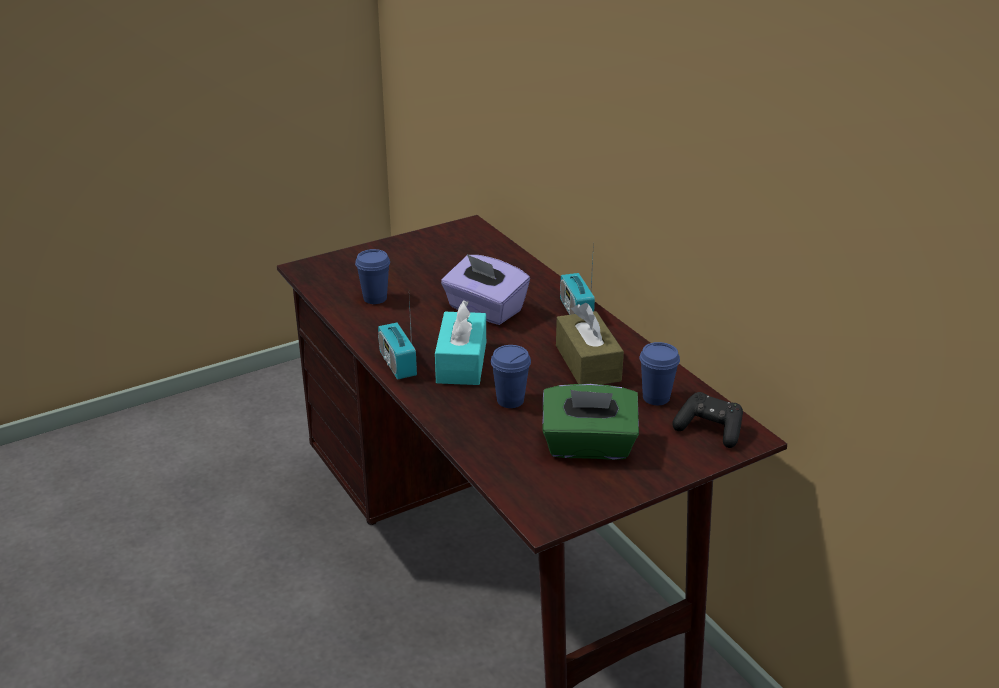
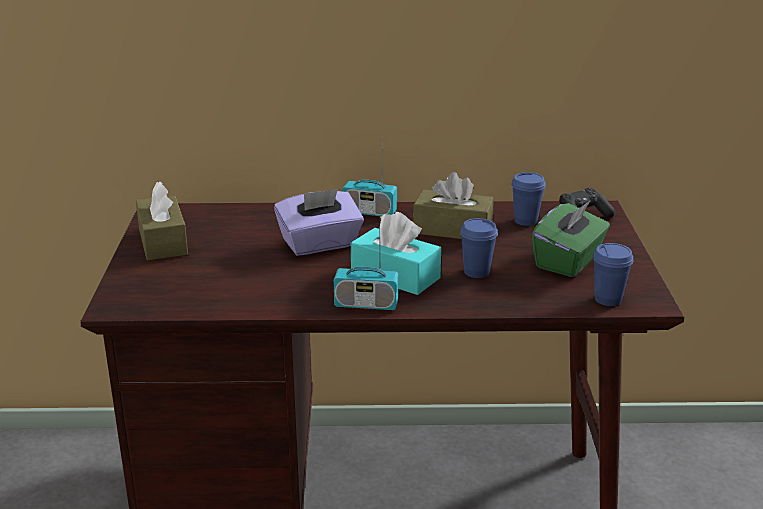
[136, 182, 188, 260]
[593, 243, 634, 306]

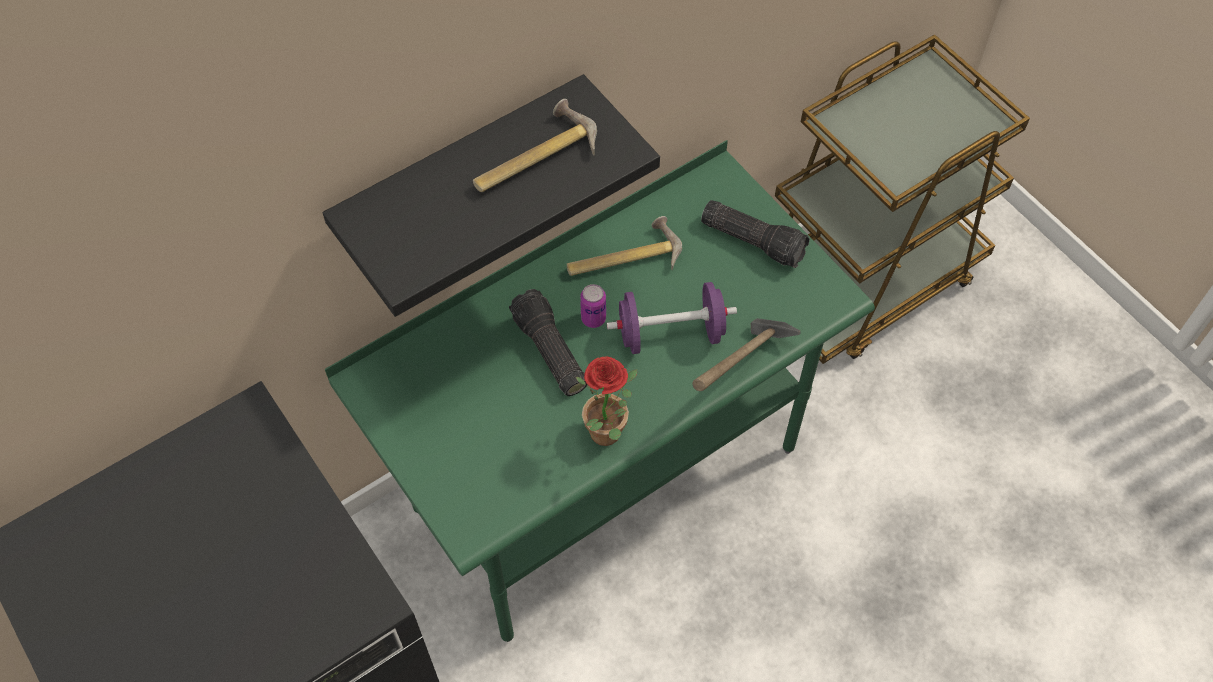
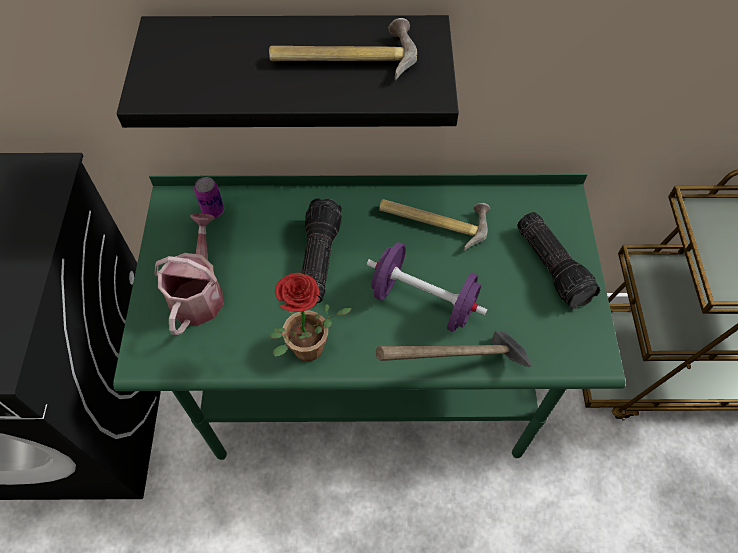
[155, 214, 223, 335]
[194, 177, 224, 218]

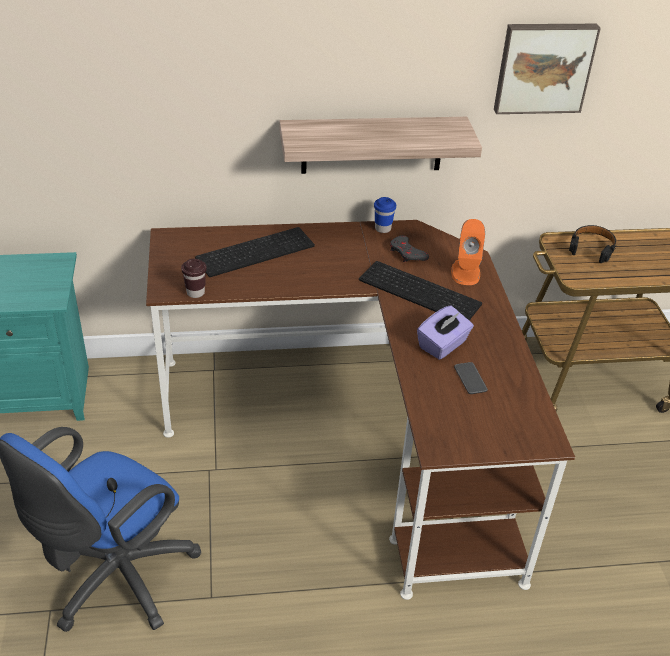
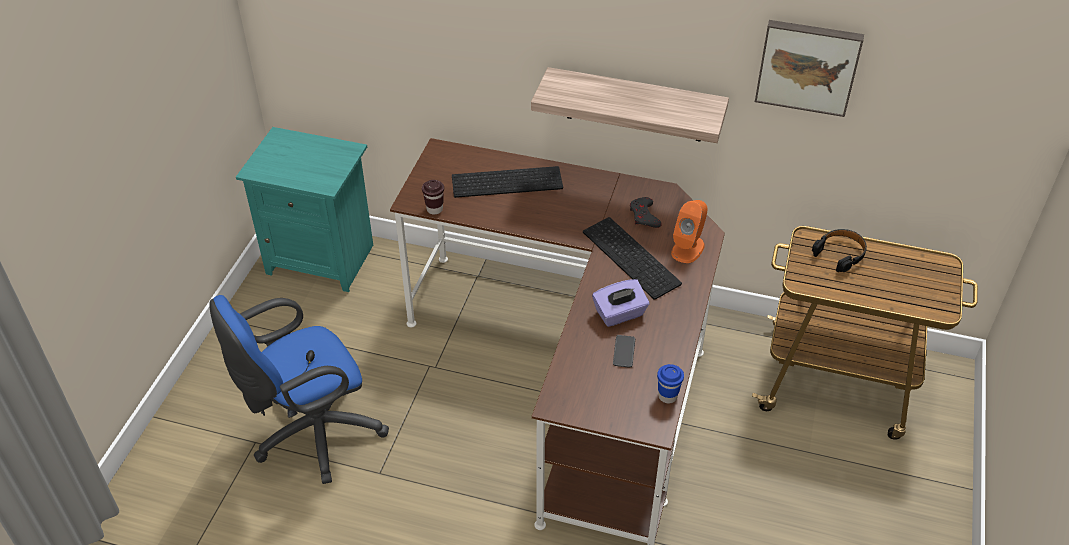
[657, 364, 684, 404]

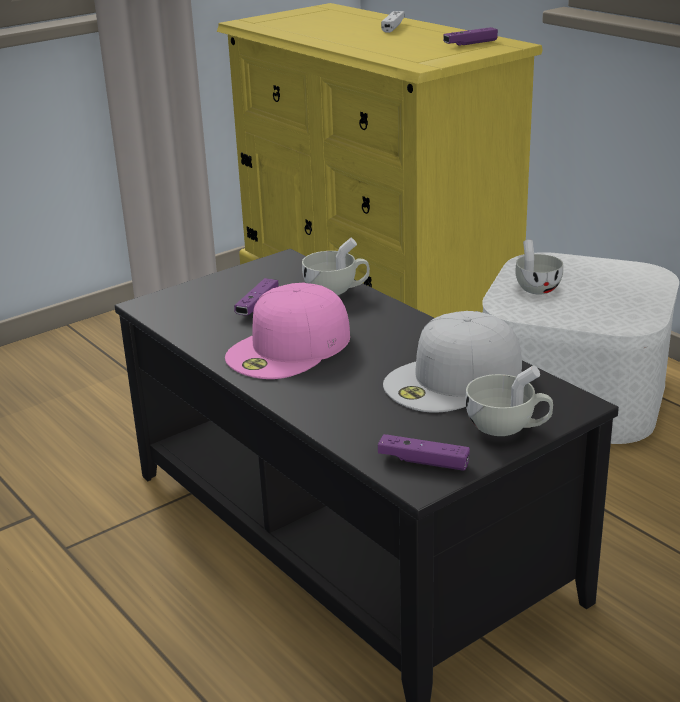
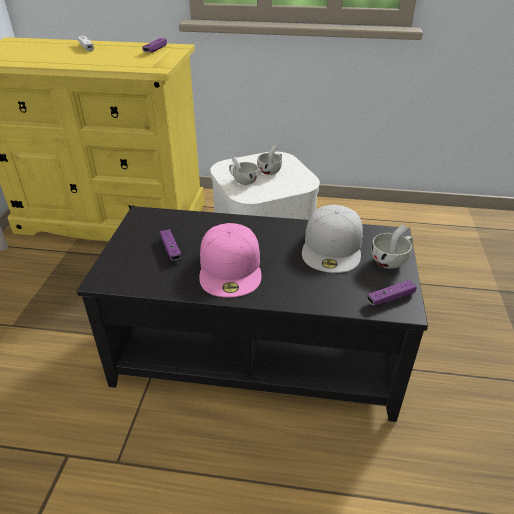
[257, 145, 282, 175]

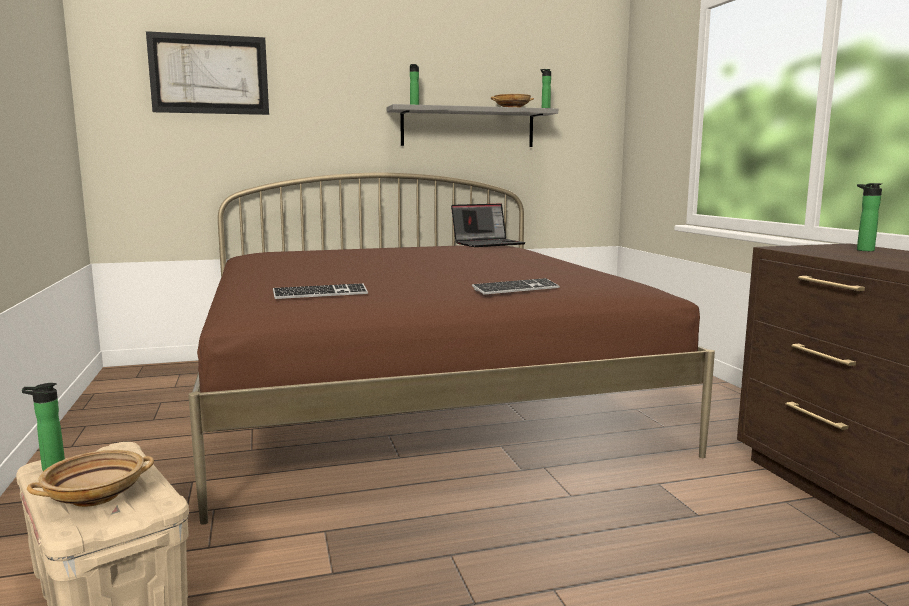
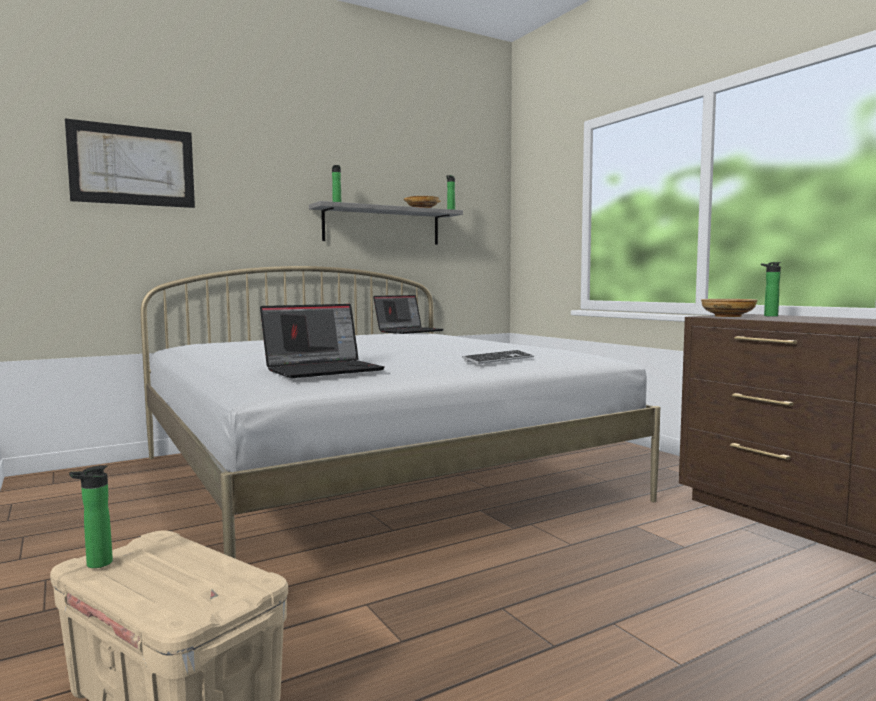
[701, 299, 758, 317]
[260, 304, 385, 378]
[140, 266, 660, 559]

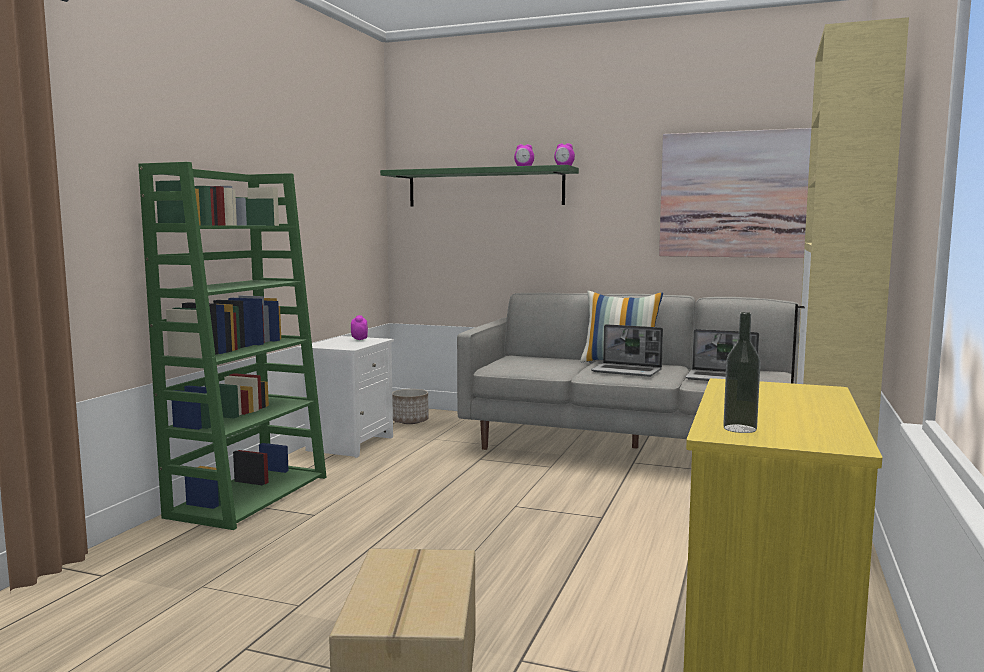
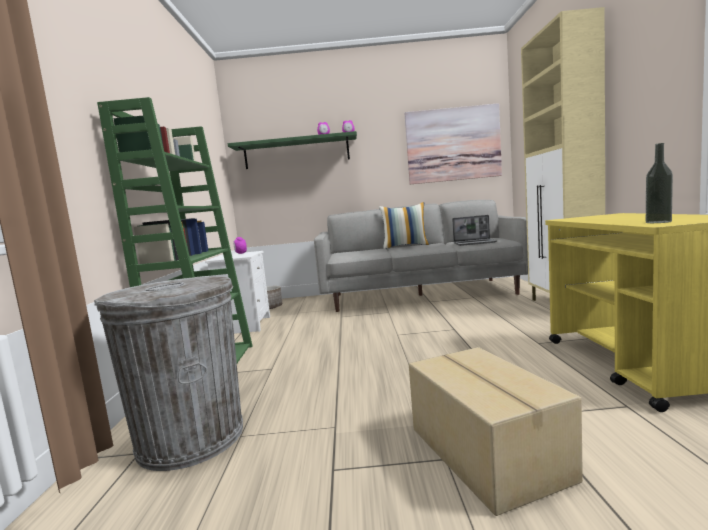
[591, 324, 663, 377] (first image)
[94, 276, 243, 471]

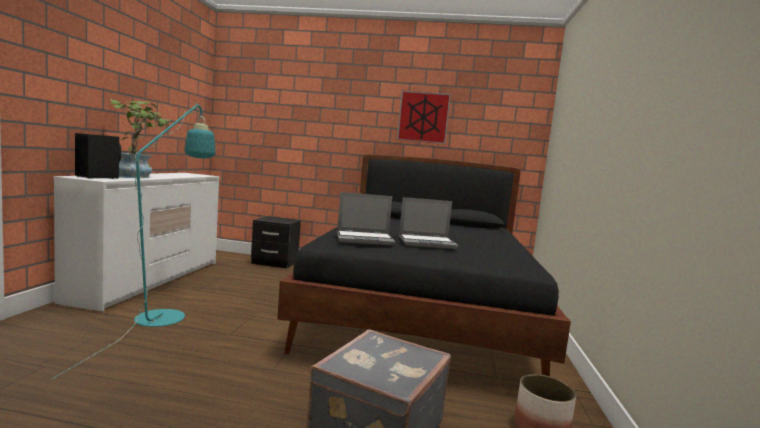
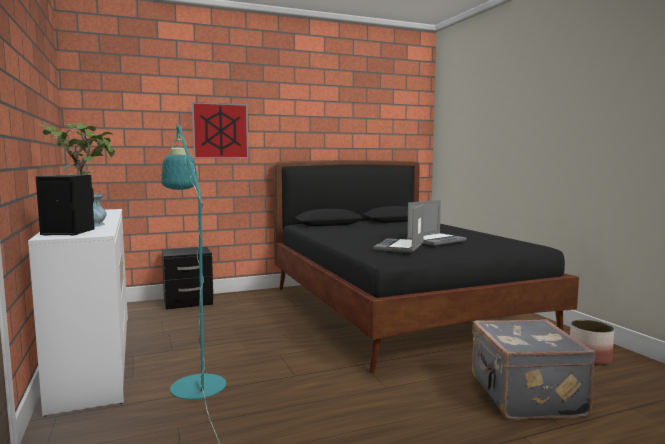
[192, 102, 249, 158]
[373, 204, 424, 253]

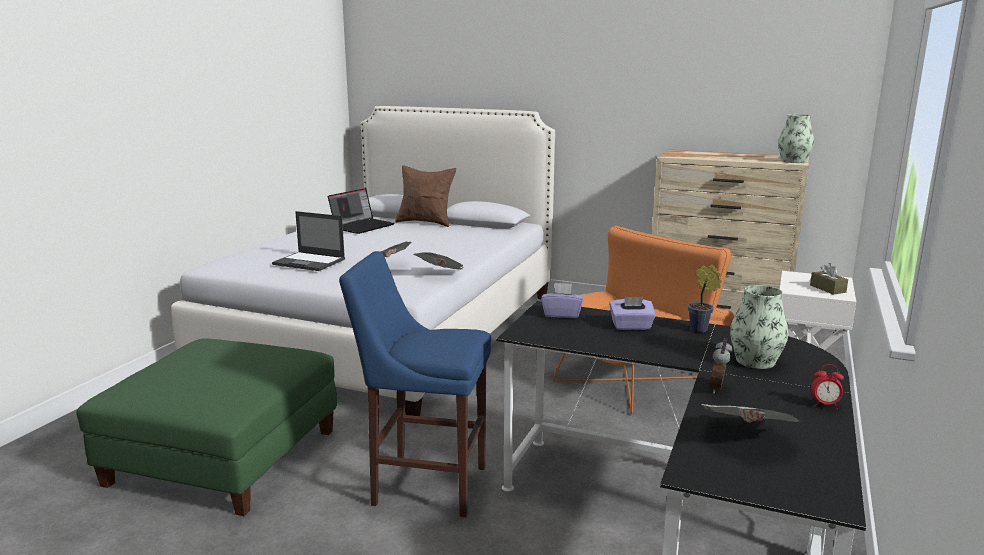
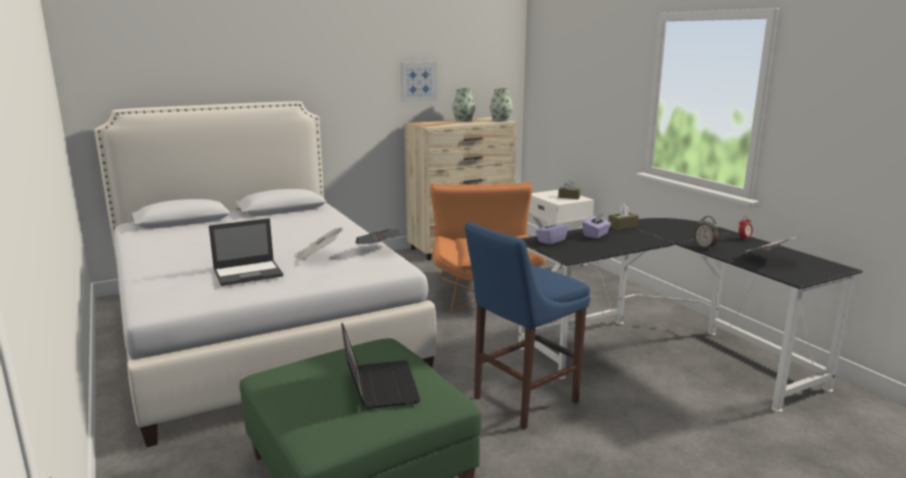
[395, 165, 456, 227] (first image)
[401, 62, 437, 102]
[341, 322, 421, 409]
[452, 88, 475, 122]
[608, 204, 639, 230]

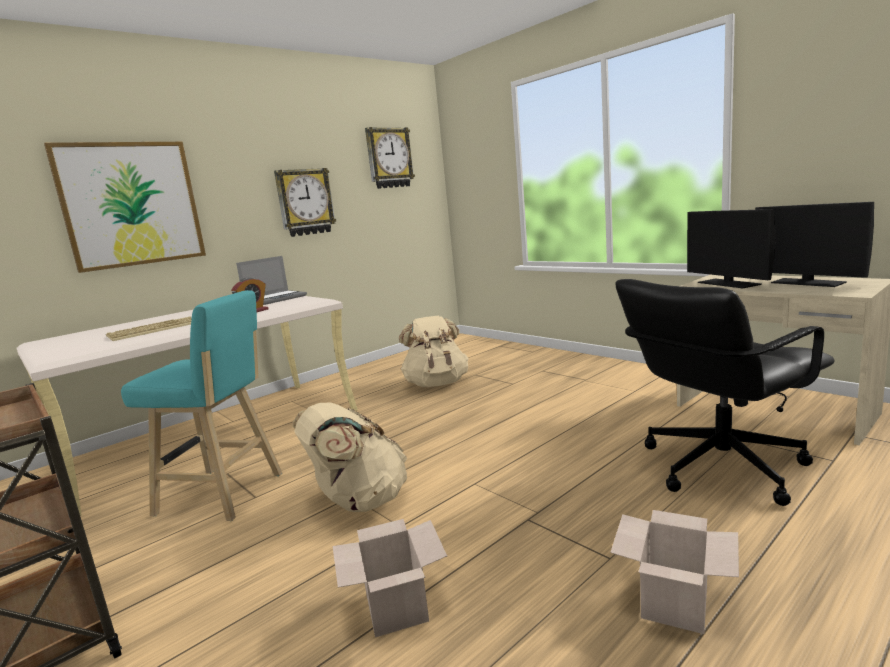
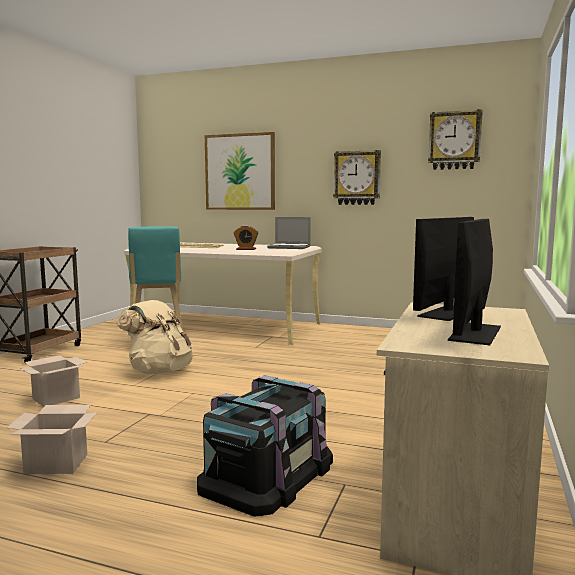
[399, 316, 469, 387] (first image)
[197, 375, 333, 516]

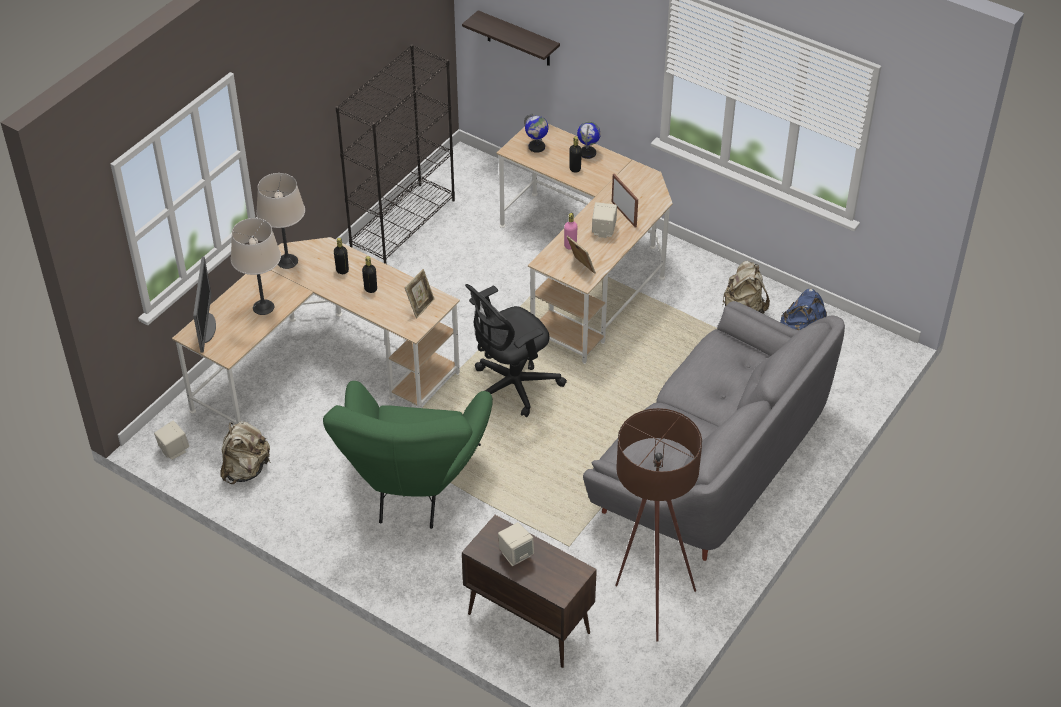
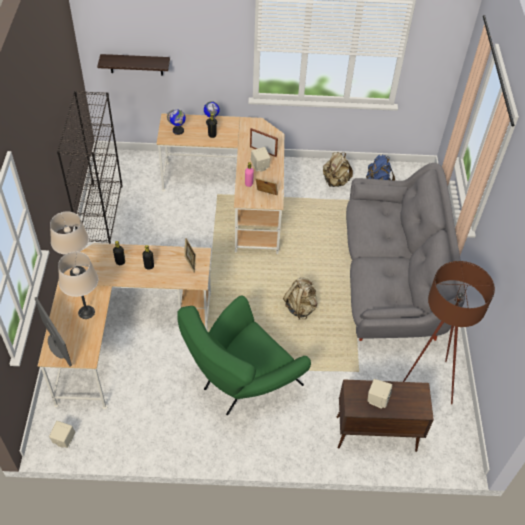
[465, 284, 567, 417] (first image)
[283, 277, 318, 319]
[177, 295, 311, 415]

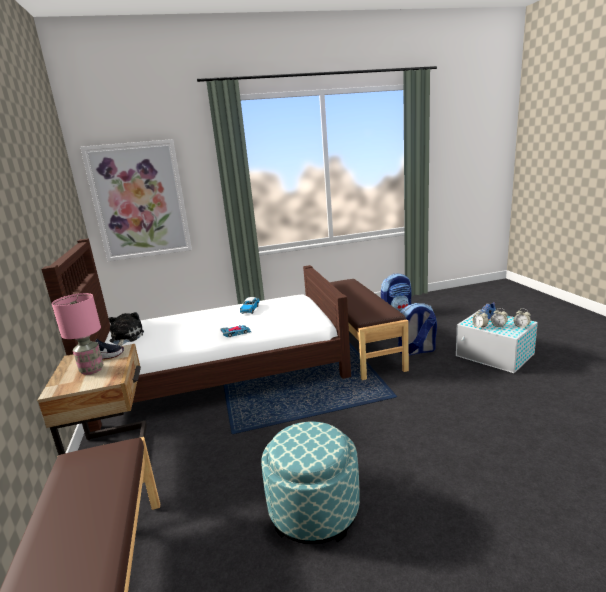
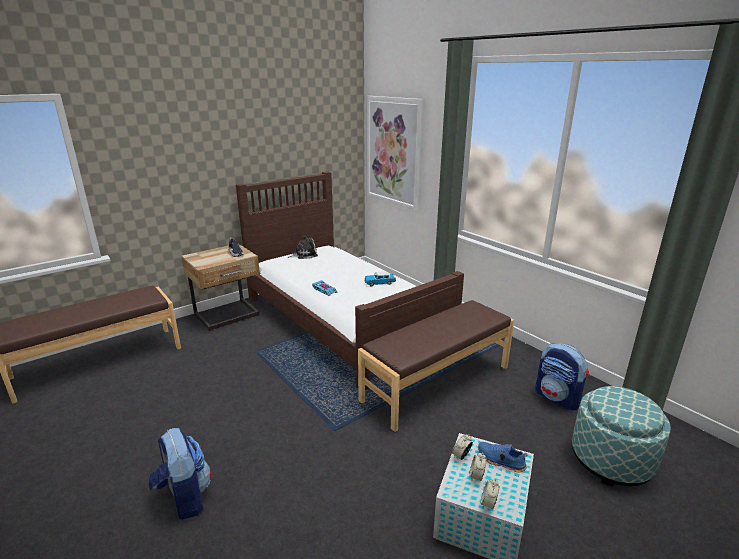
[52, 293, 103, 375] (first image)
[572, 386, 671, 487]
[148, 428, 211, 520]

